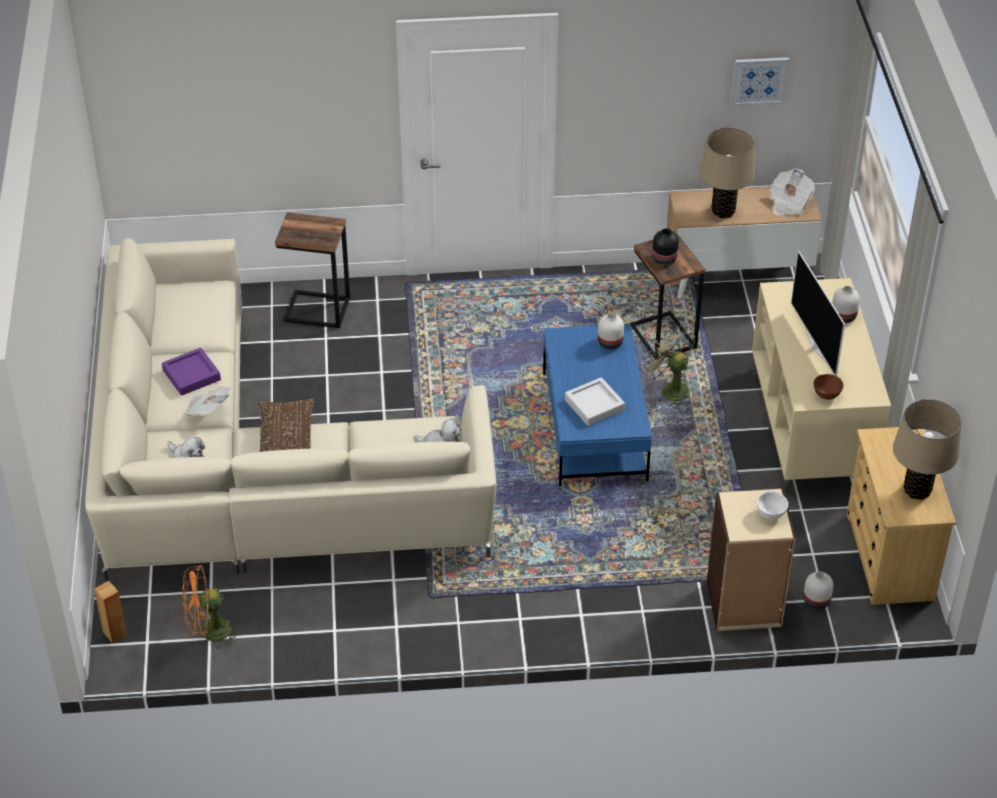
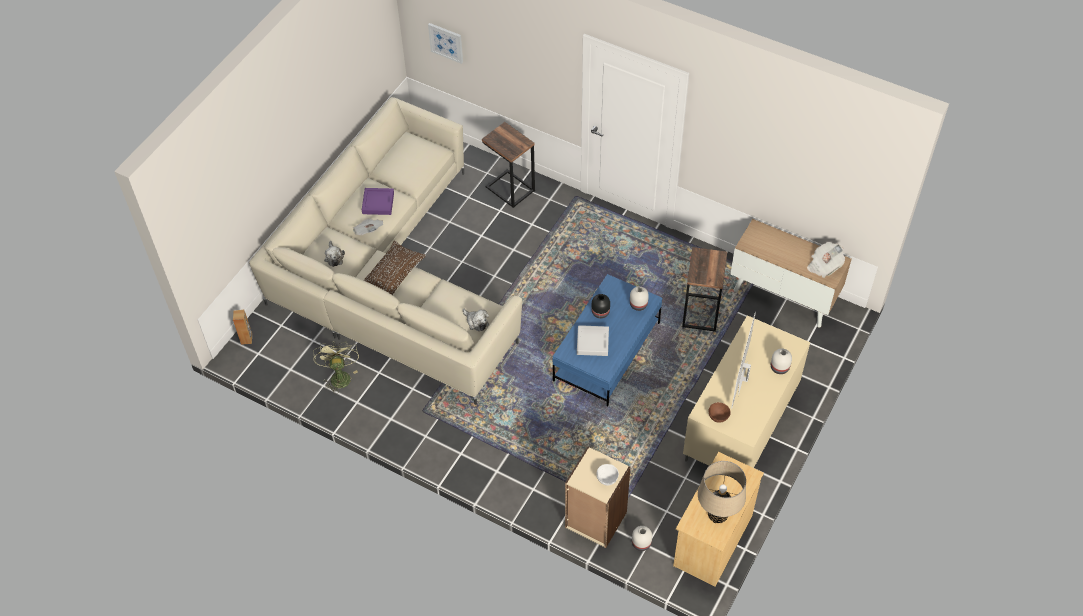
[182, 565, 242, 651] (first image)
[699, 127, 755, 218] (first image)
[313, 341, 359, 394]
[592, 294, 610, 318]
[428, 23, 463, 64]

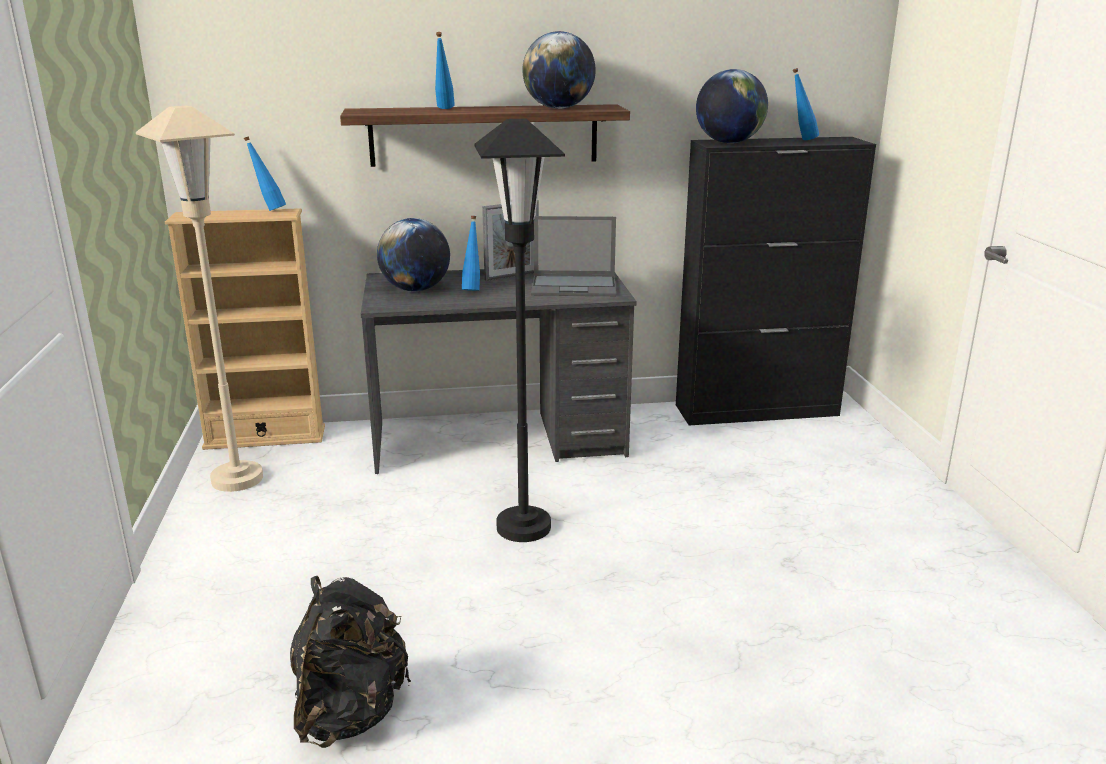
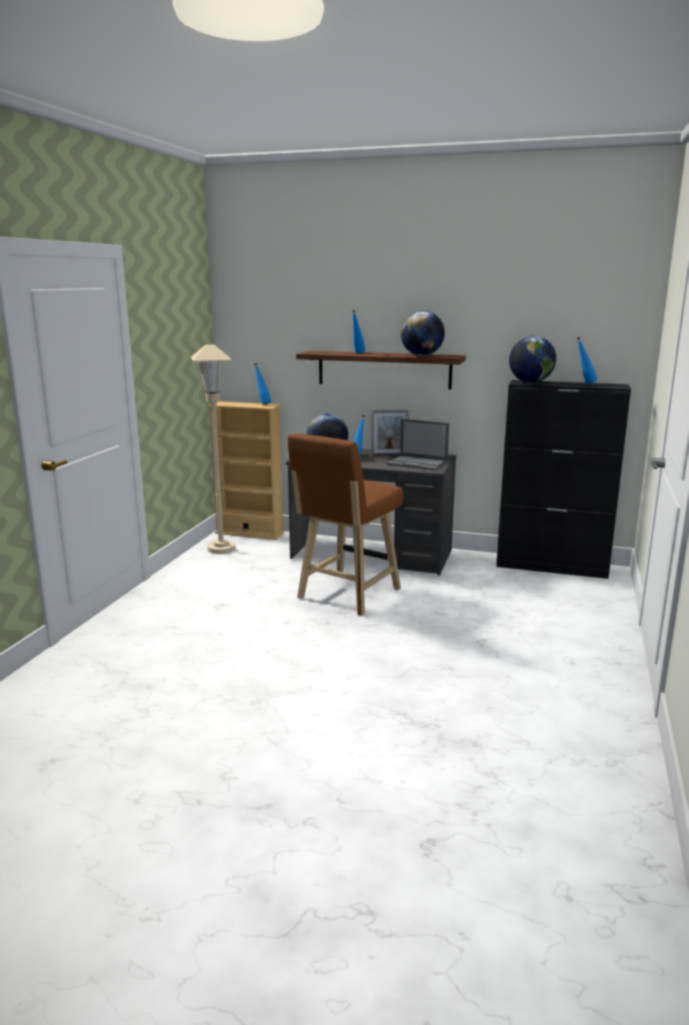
[290, 576, 411, 748] (first image)
[288, 433, 403, 616]

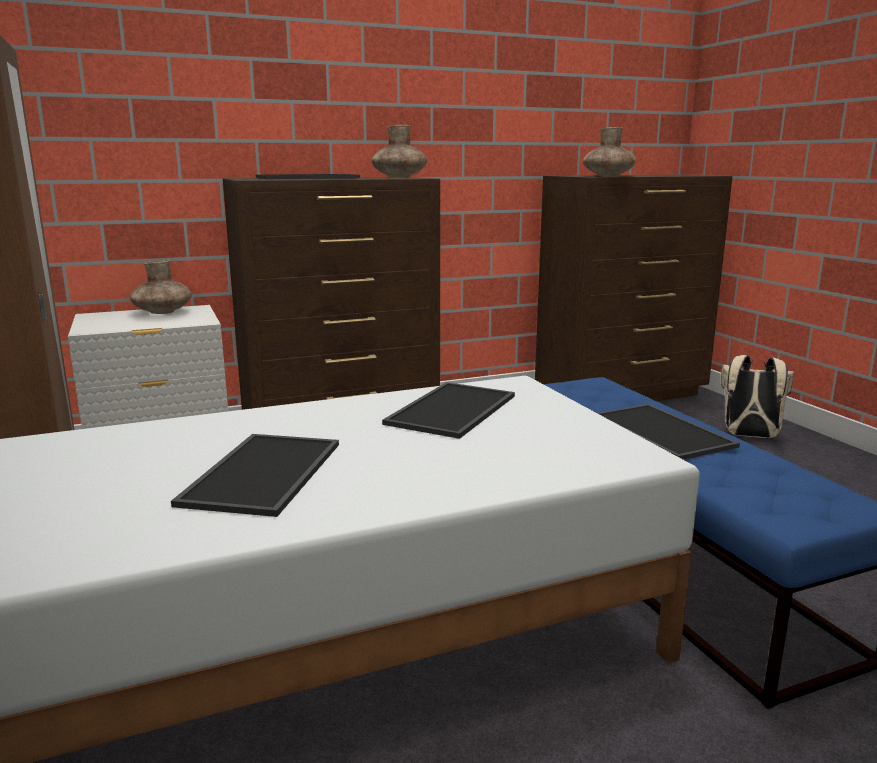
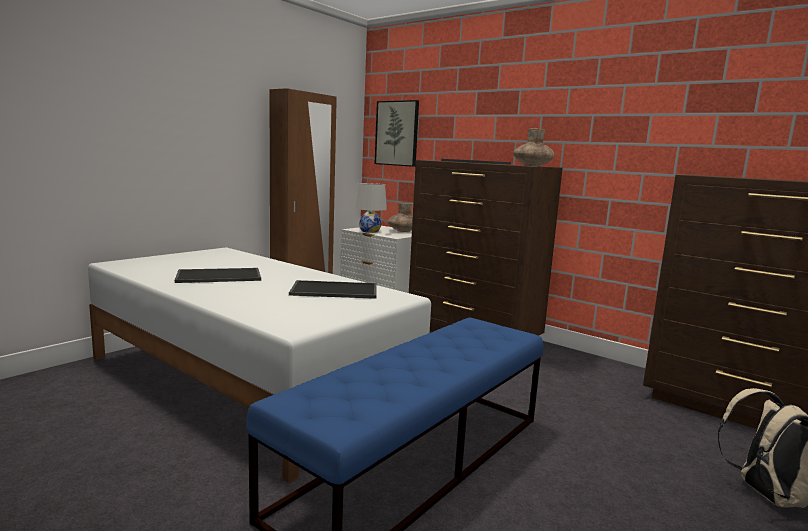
[583, 127, 636, 176] (first image)
[598, 404, 740, 460] (first image)
[355, 183, 387, 233]
[375, 100, 419, 167]

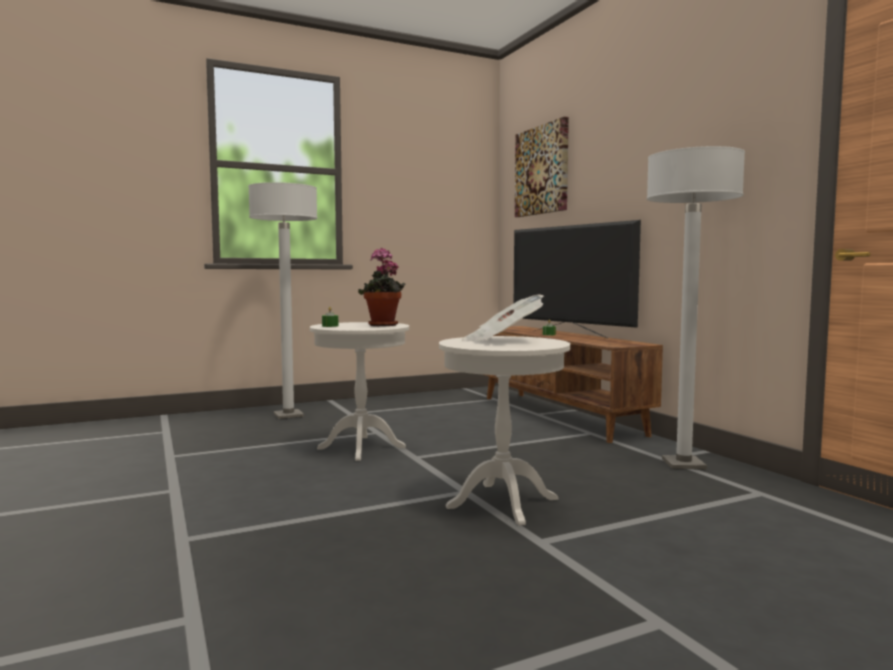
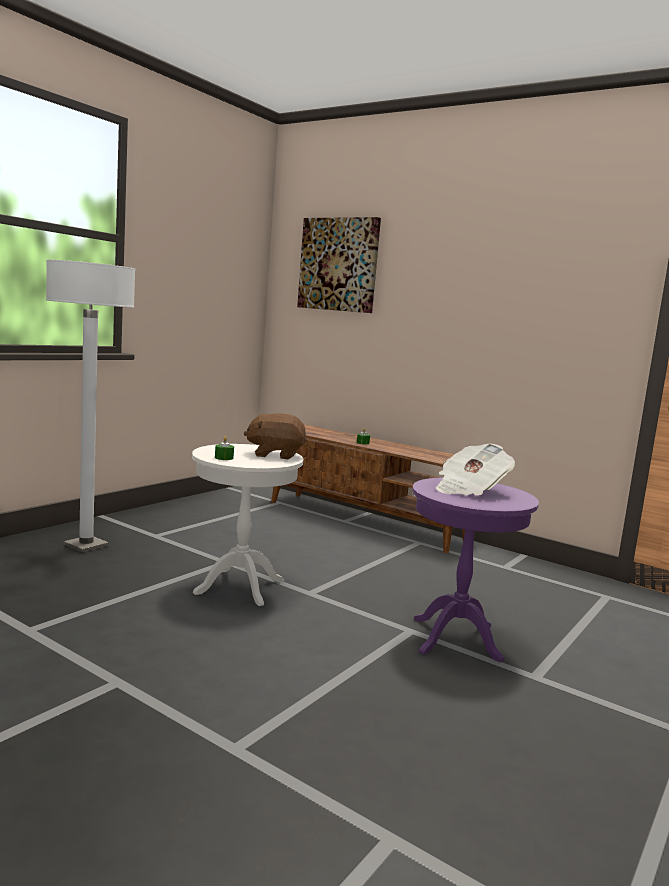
[514, 220, 641, 339] (first image)
[646, 146, 745, 469] (first image)
[244, 413, 307, 459]
[412, 478, 539, 663]

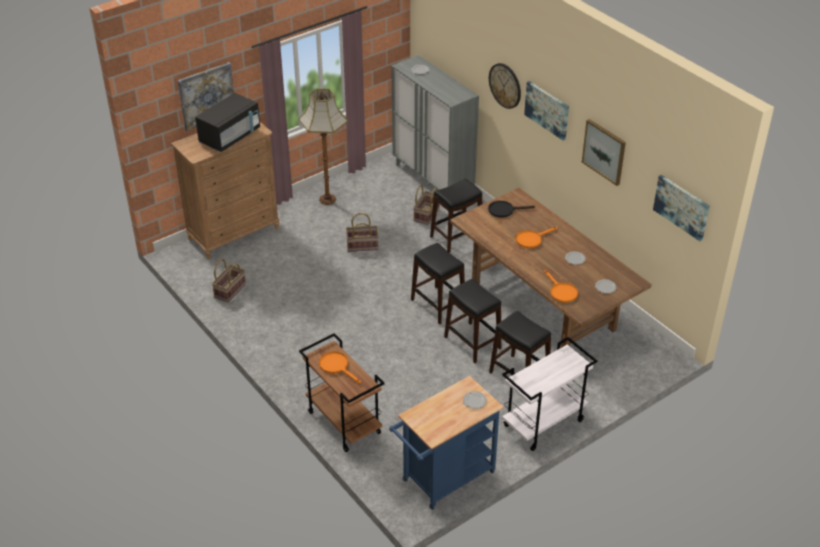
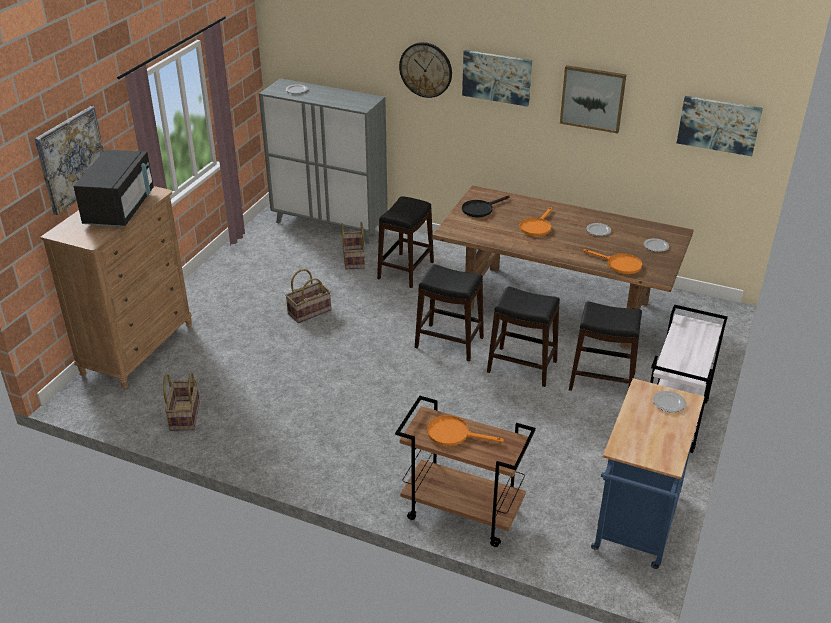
[299, 88, 348, 205] (first image)

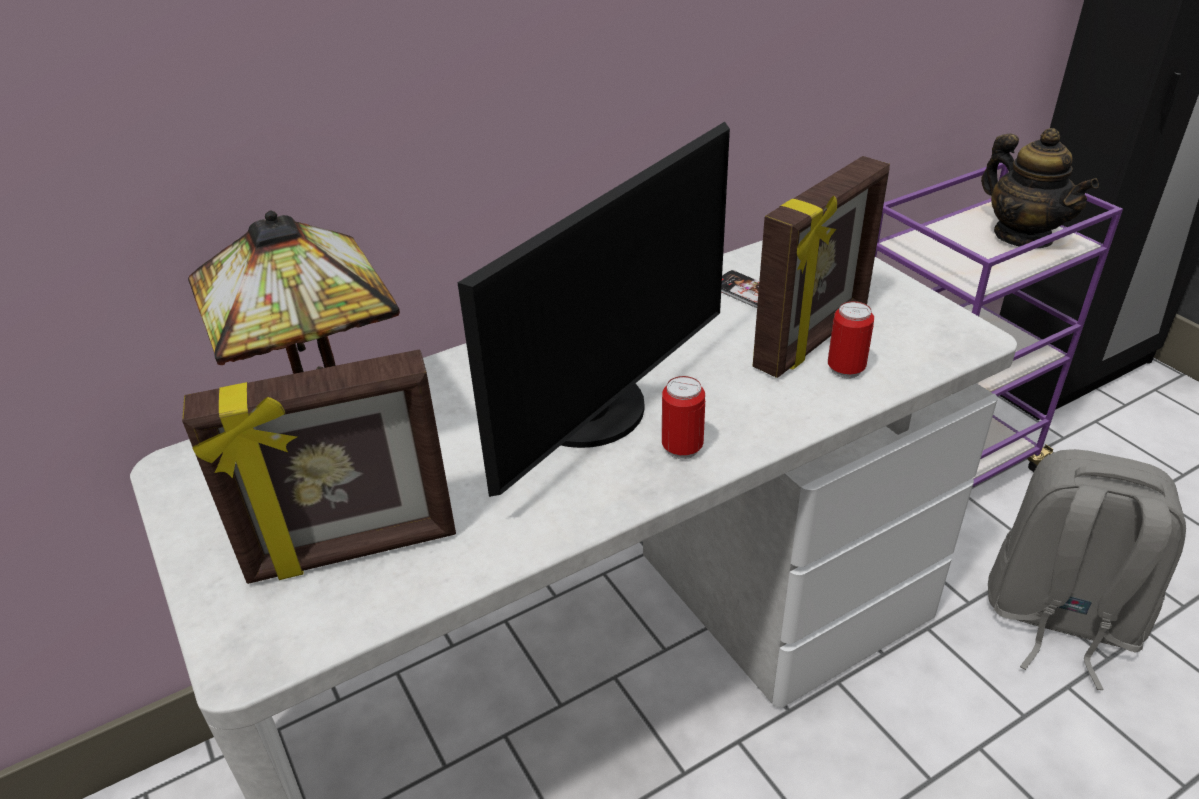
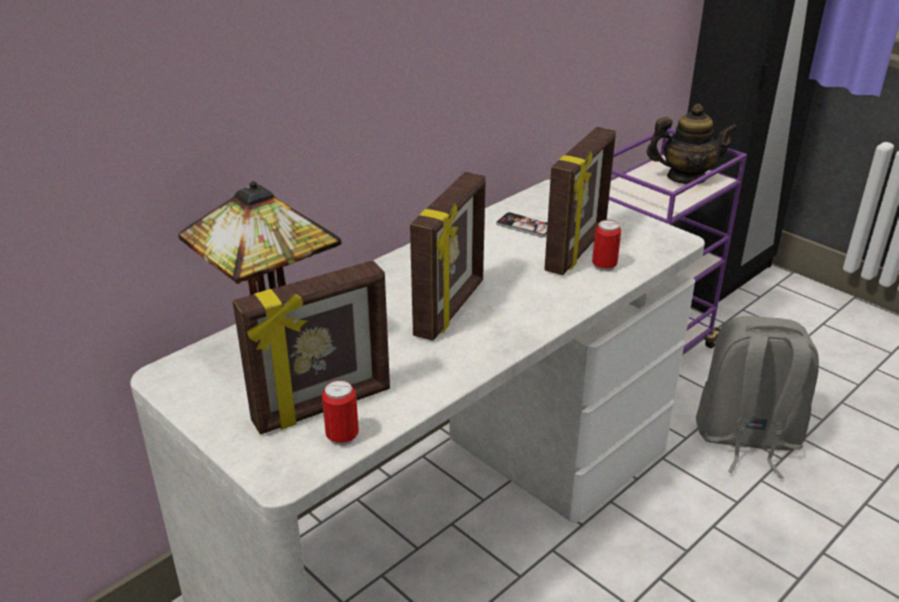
[322, 380, 359, 446]
[410, 172, 486, 341]
[646, 104, 738, 184]

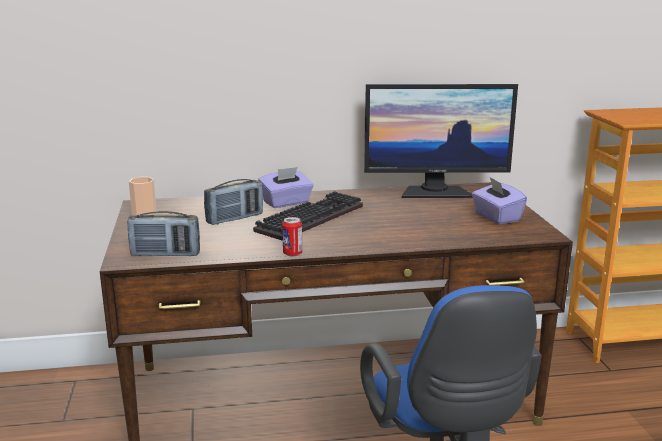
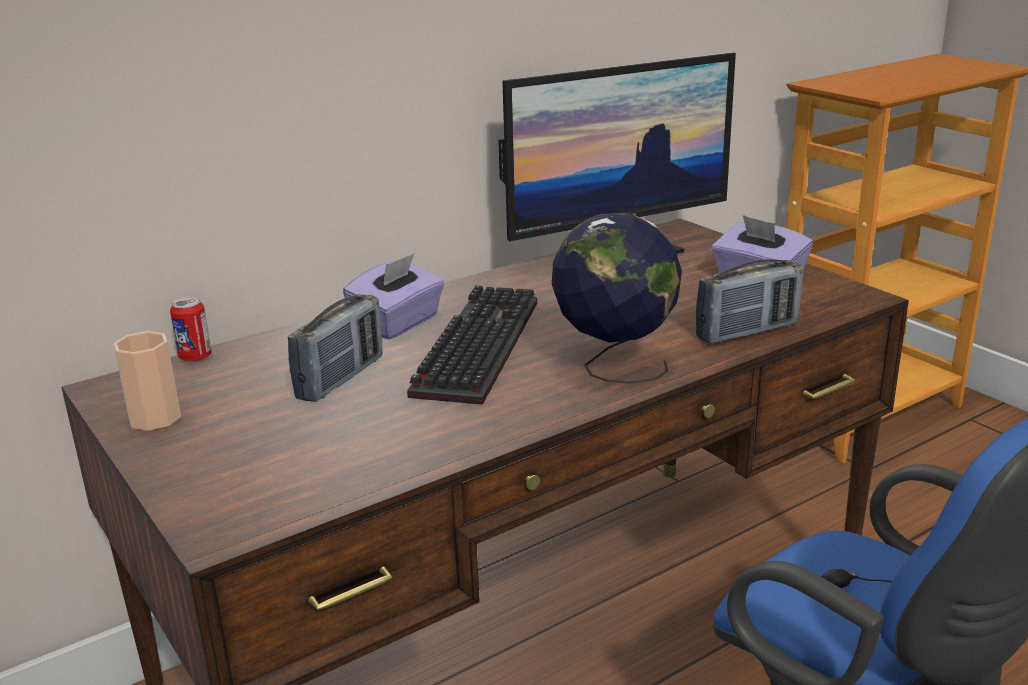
[552, 213, 682, 384]
[696, 259, 803, 344]
[170, 297, 212, 362]

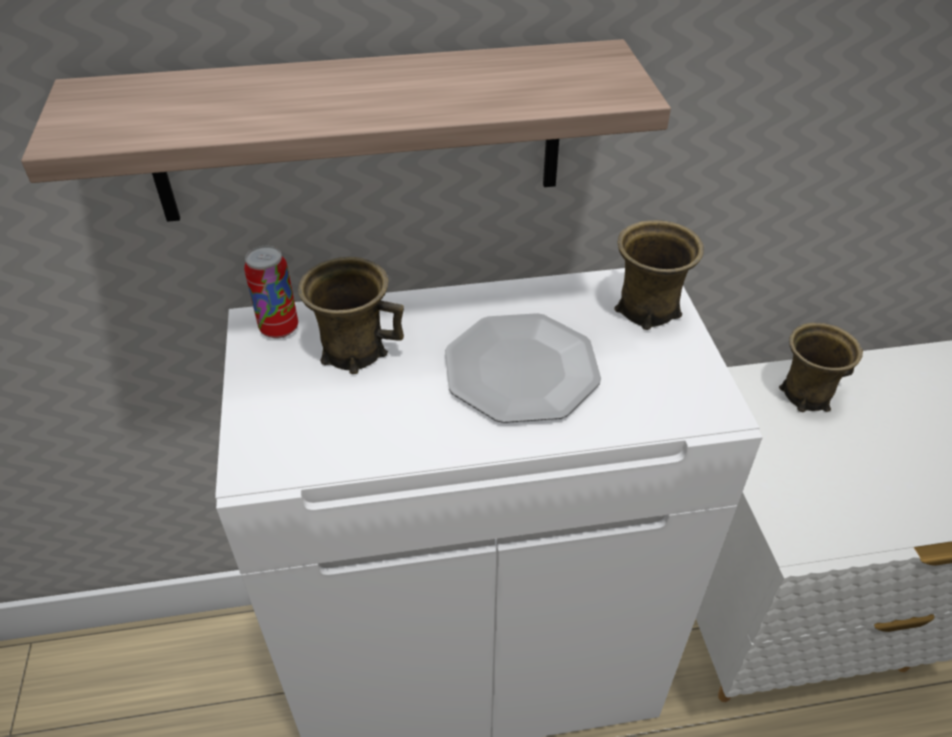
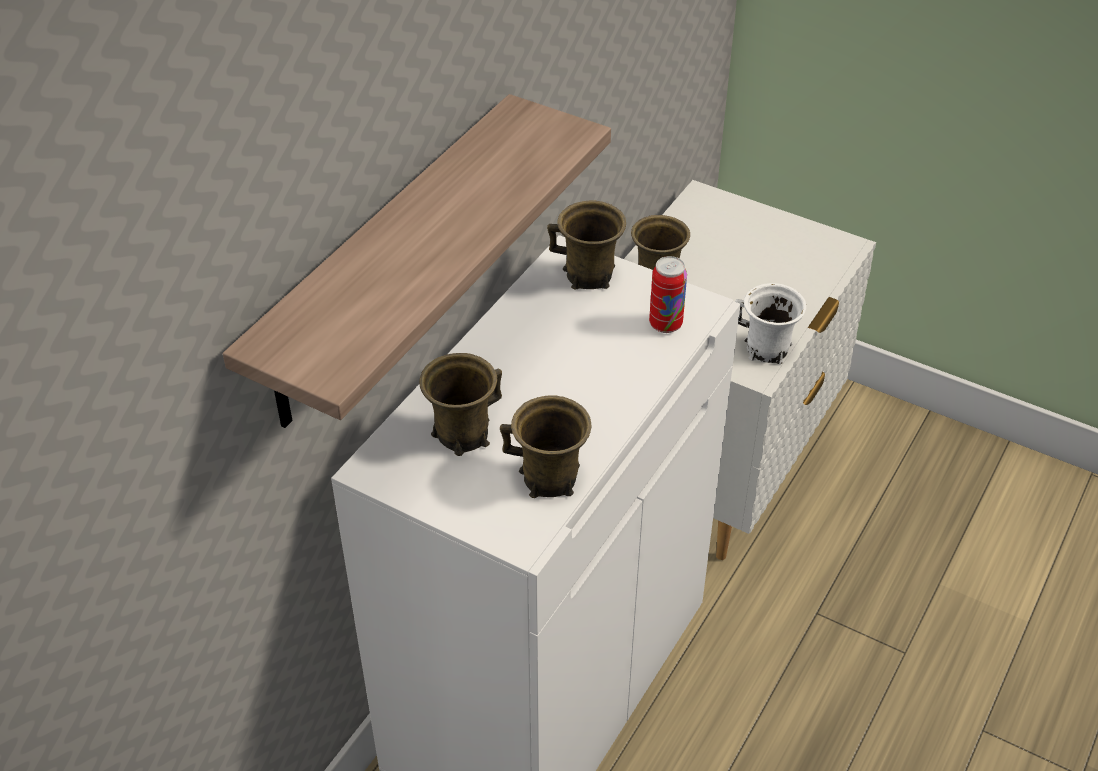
[445, 313, 601, 423] (first image)
[500, 395, 591, 498]
[735, 283, 806, 364]
[649, 256, 687, 333]

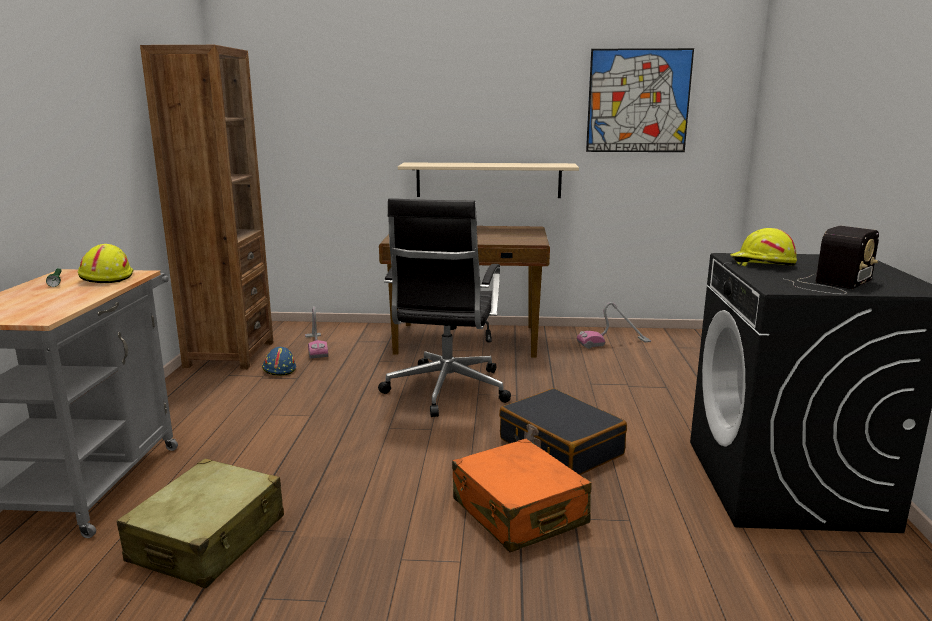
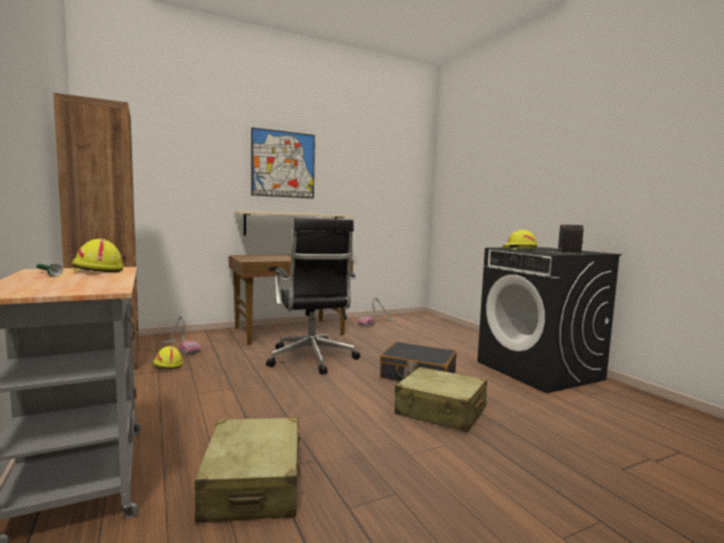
[251, 127, 315, 198]
[153, 346, 183, 369]
[395, 367, 487, 432]

